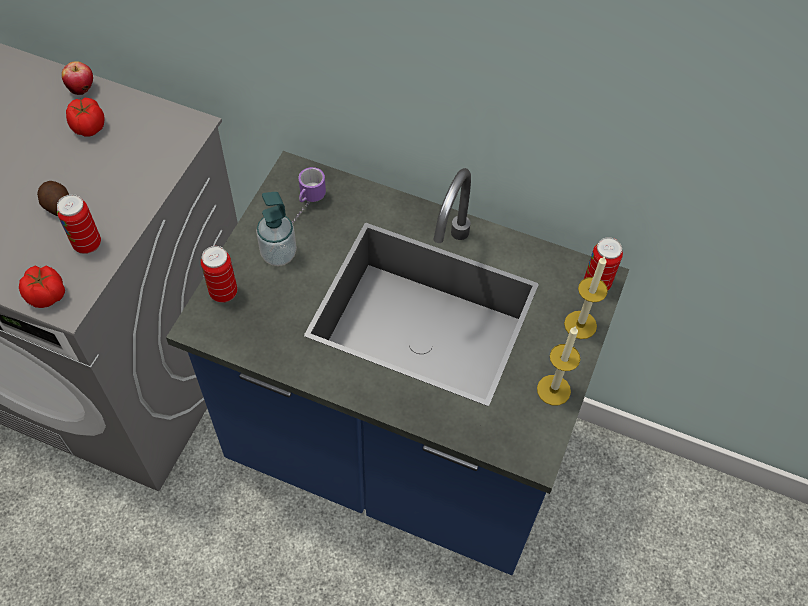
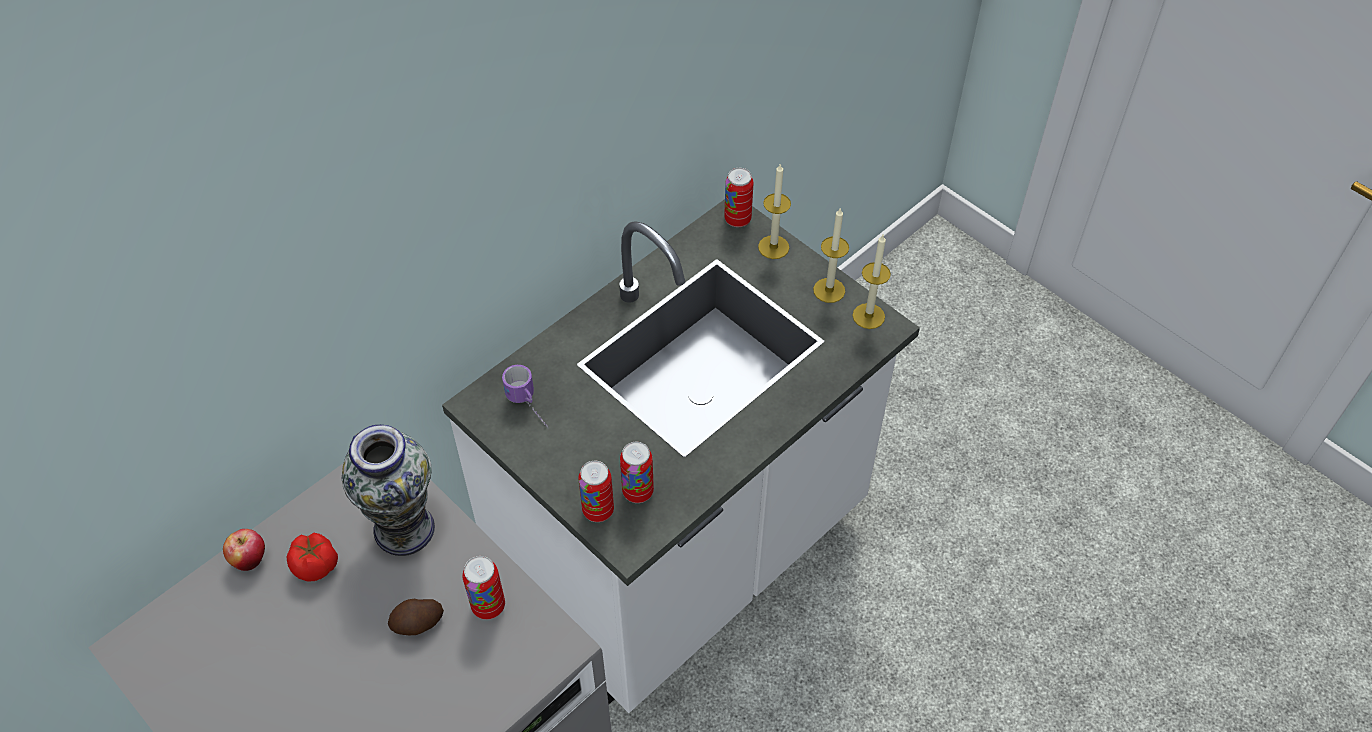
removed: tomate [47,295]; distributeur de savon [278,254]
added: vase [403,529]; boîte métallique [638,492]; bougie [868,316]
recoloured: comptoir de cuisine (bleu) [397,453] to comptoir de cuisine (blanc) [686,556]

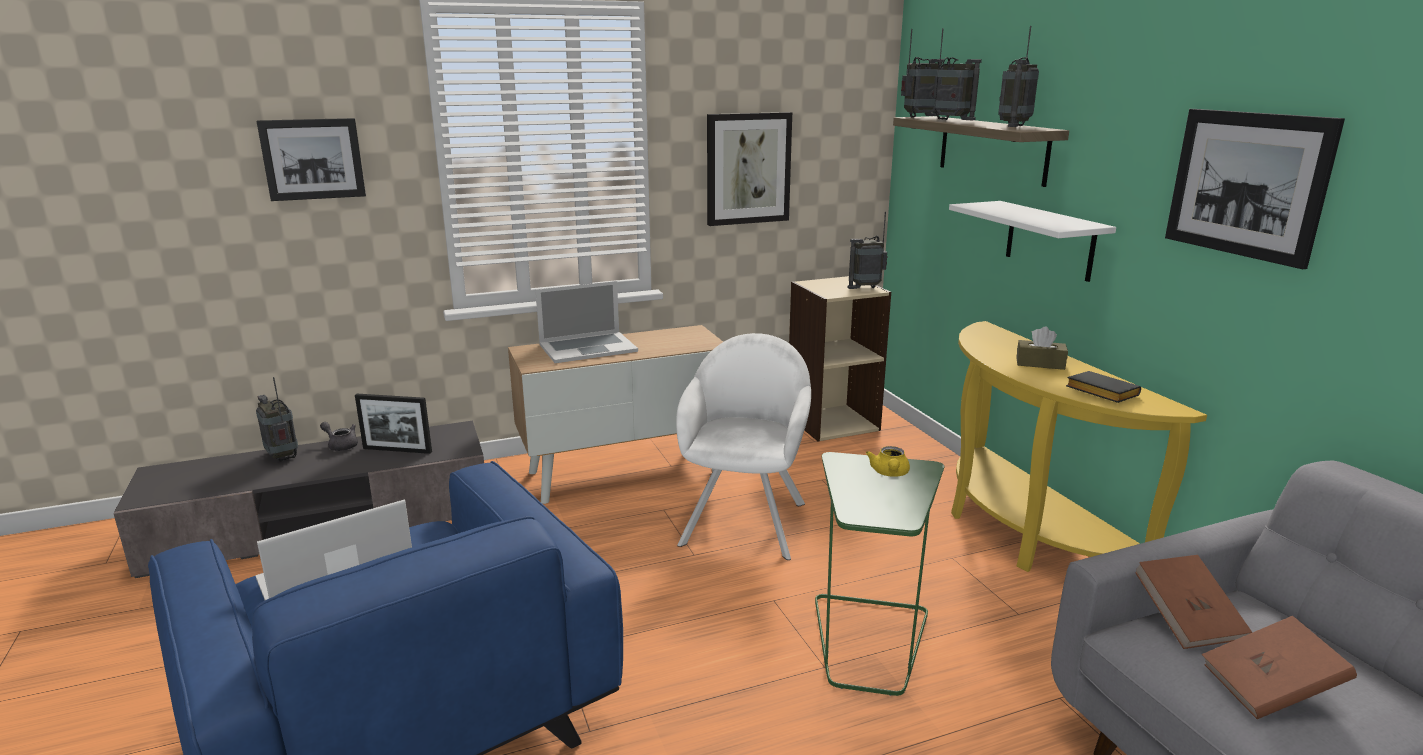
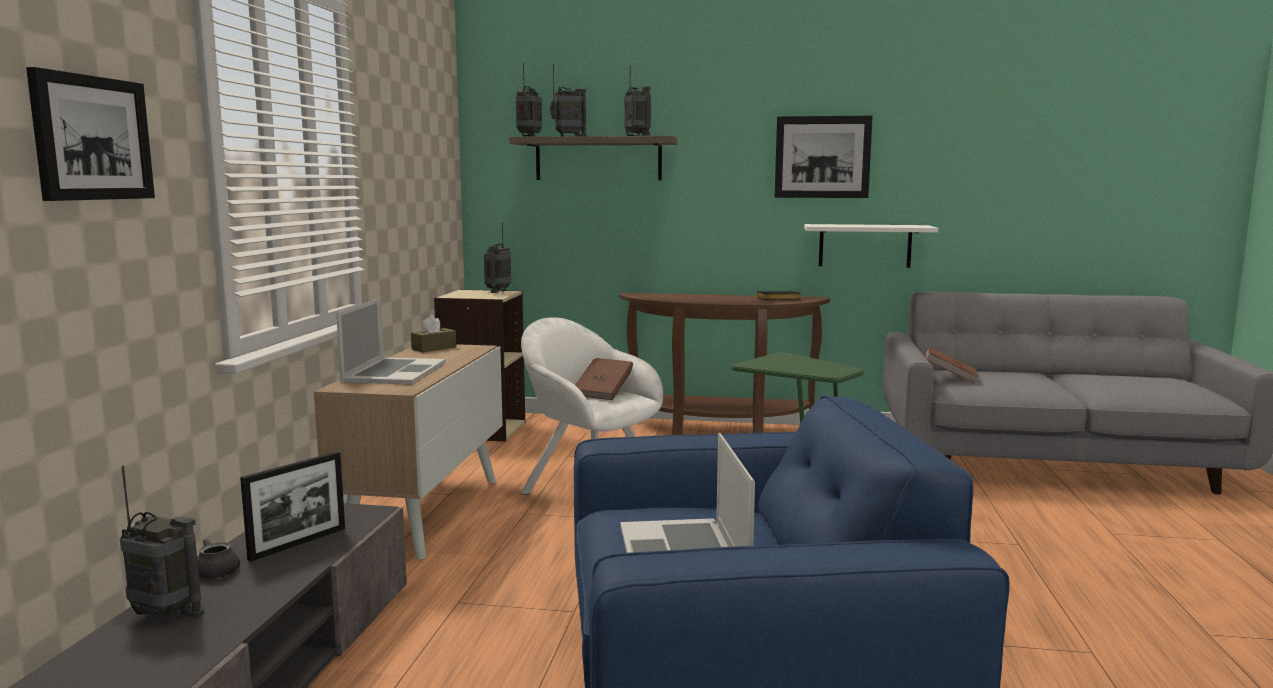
removed: tableau [748,168]; théière (jaune) [889,473]
moved: étagère (blanc) [1049,240] to [865,245]; boîte à mouchoirs (marron) [1040,363] to [434,348]; livre (marron) [1269,689] to [604,393]
recoloured: table console (jaune) [1022,532] to table console (marron) [718,431]
turned: radio [283,457] = [165,614] 150 degrees counterclockwise

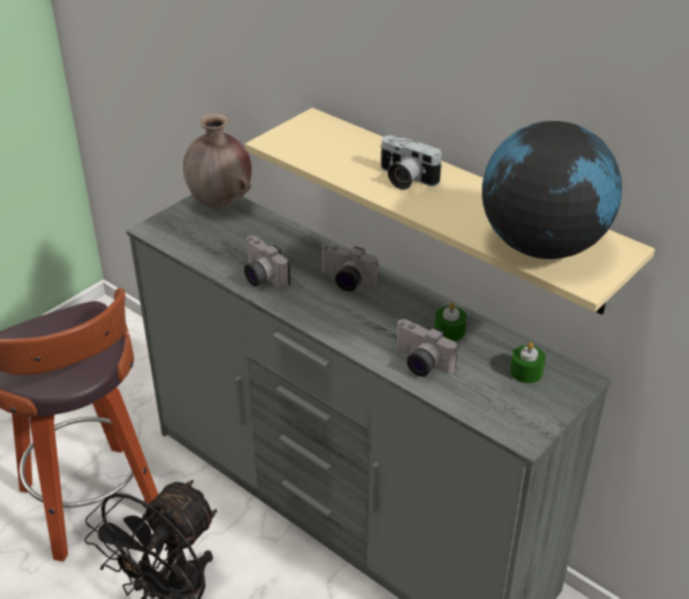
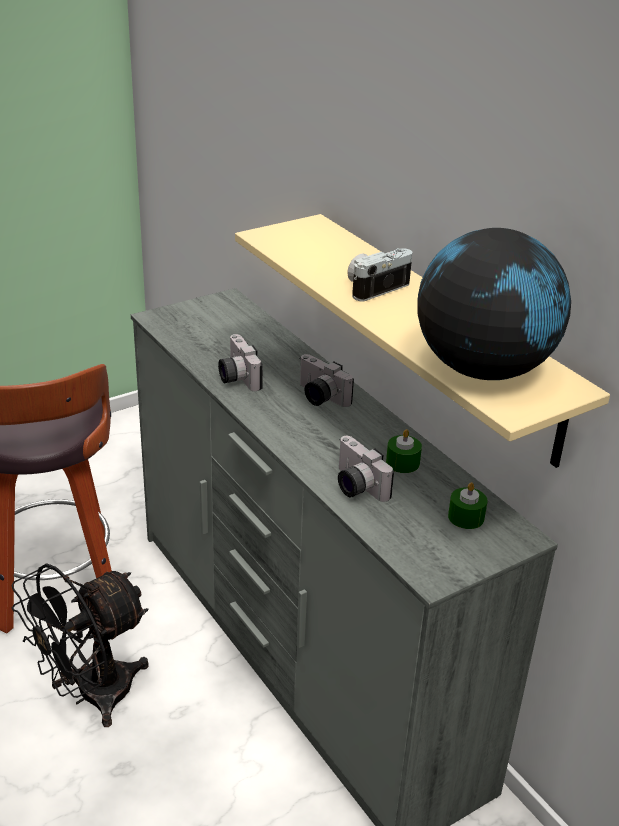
removed: vase (marron) [221,204]
turned: appareil photo [405,179] = [375,287] 90 degrees clockwise

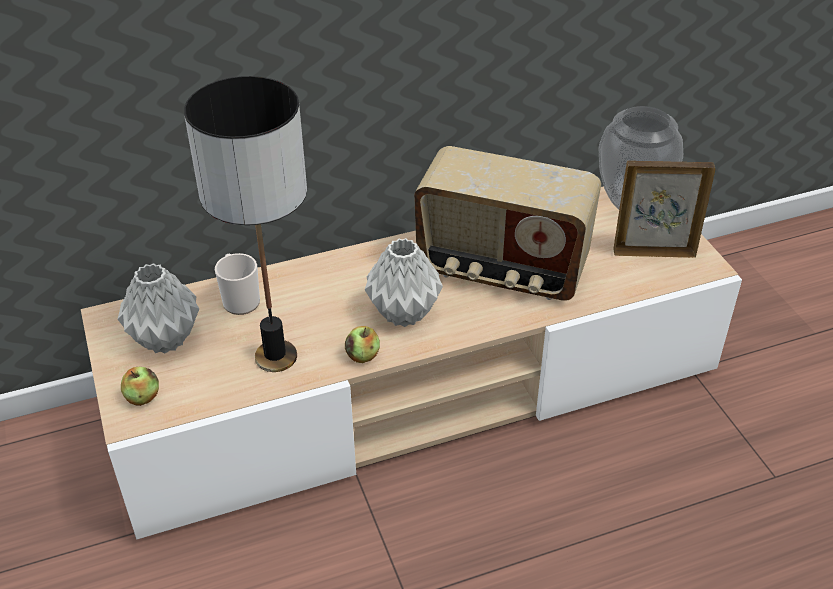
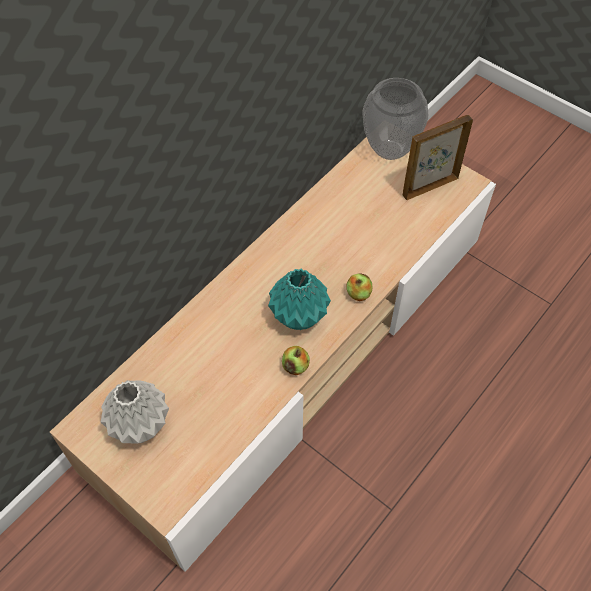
removed: lampe de table [276,356]; mug [240,299]; radio [502,270]
moved: pomme [142,397] to [358,294]
recoloured: vase (gris) [402,313] to vase (turquoise) [297,316]

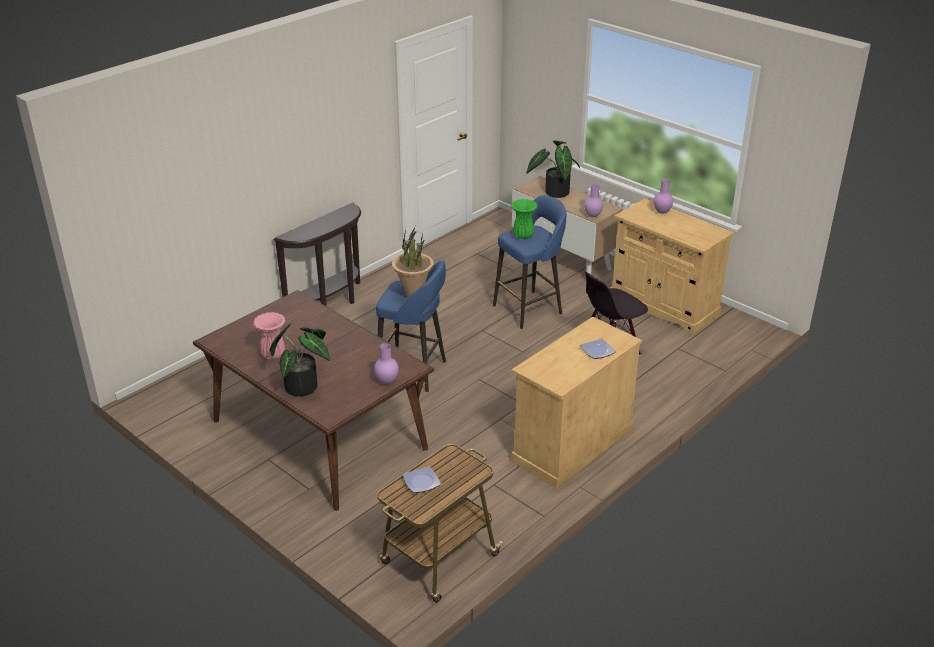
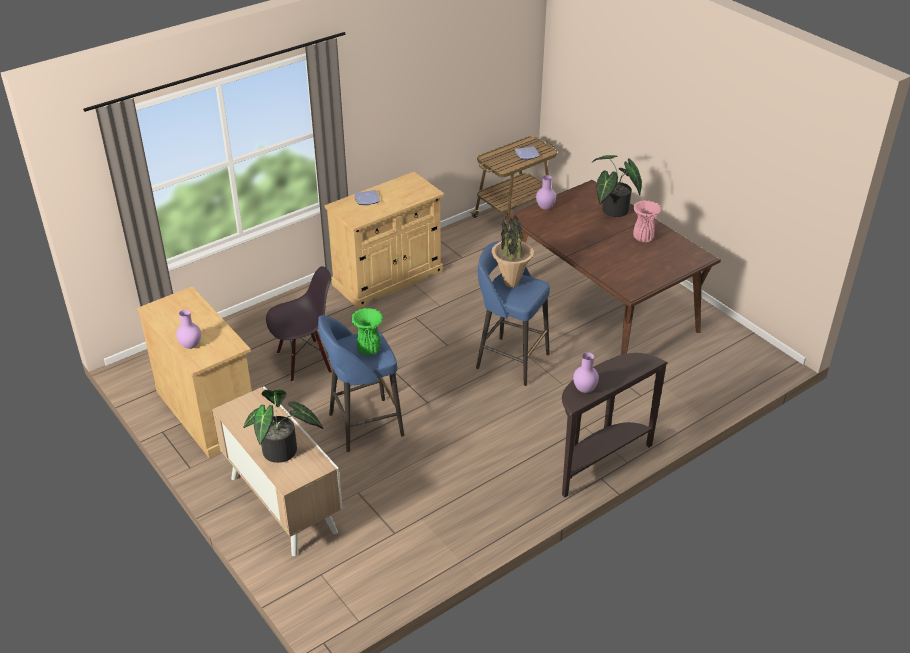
moved: vase (violet) [593,216] to [584,389]

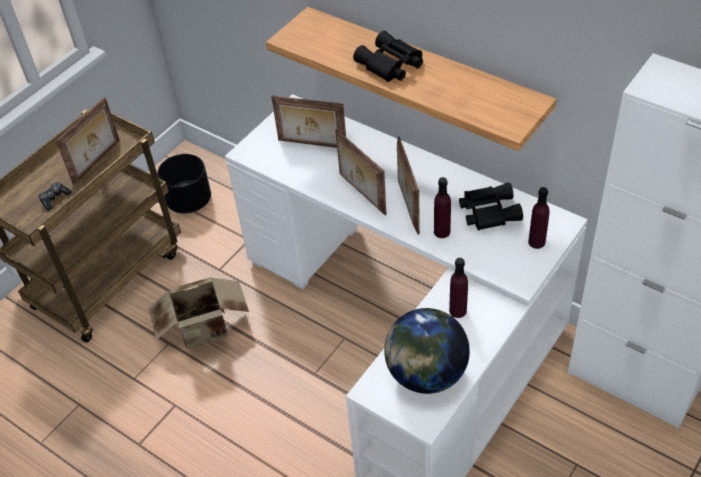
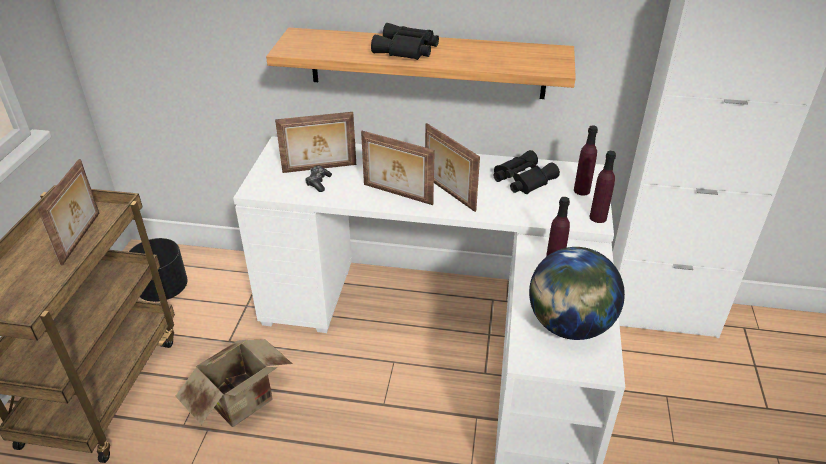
moved: manette [55,199] to [318,182]; bouteille (violet) [442,232] to [598,217]

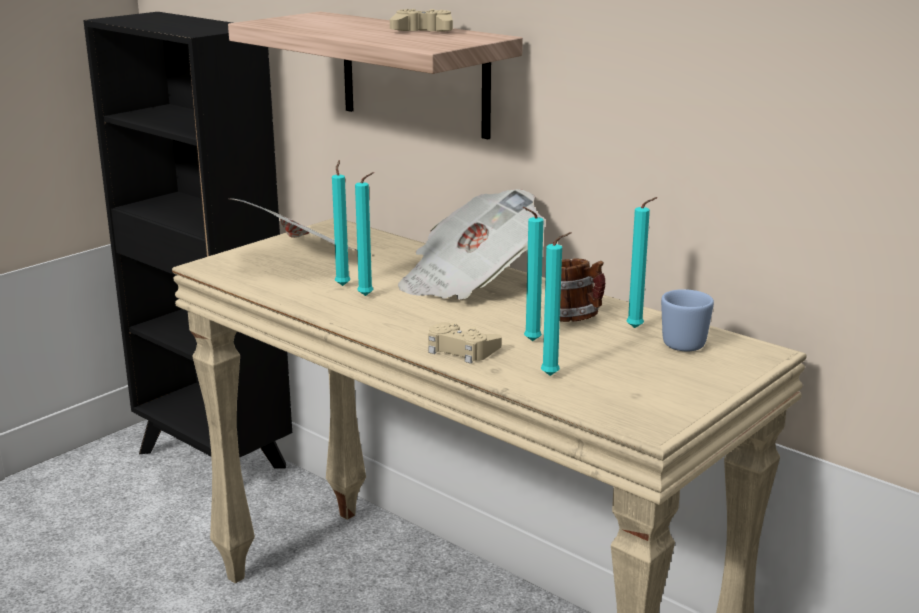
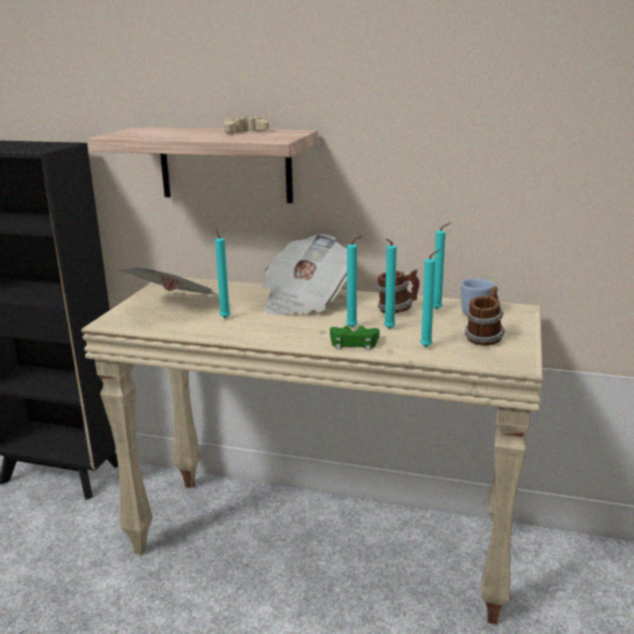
added: mug [484,338]
moved: bougie (turquoise) [367,296] to [353,327]
recoloured: manette (beige) [461,350] to manette (vert) [354,343]

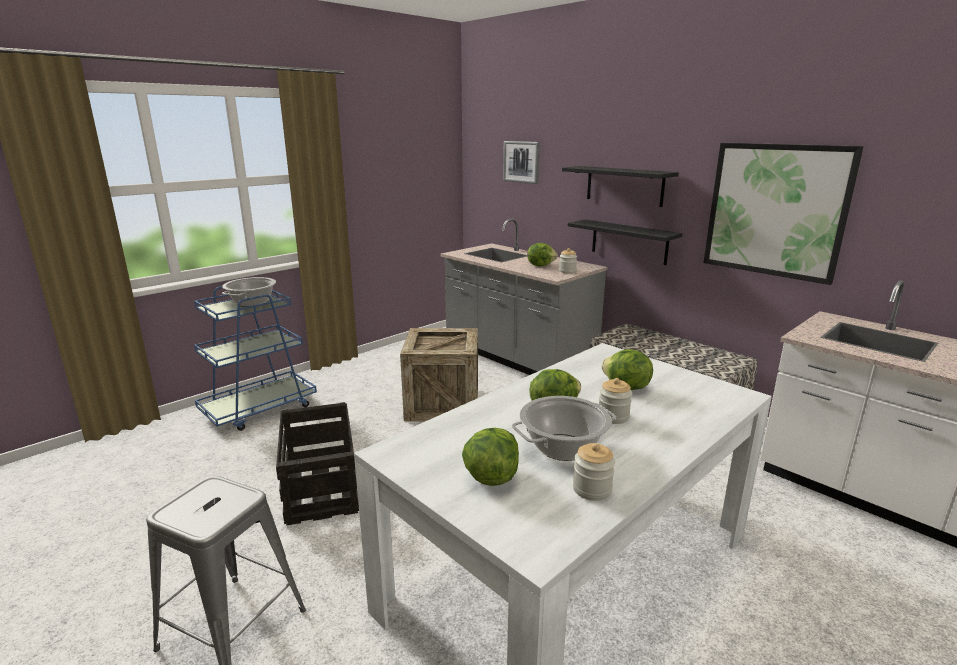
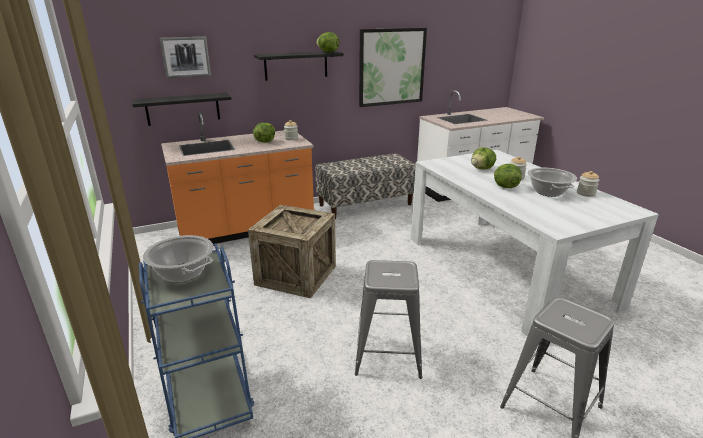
moved: laitue [491,477] to [328,52]; étagère (noir) [629,242] to [183,109]
replaced: caisse [320,484] to tabouret (gris) [388,353]
recoloured: comptoir de cuisine (gris) [517,358] to comptoir de cuisine (orange) [246,229]

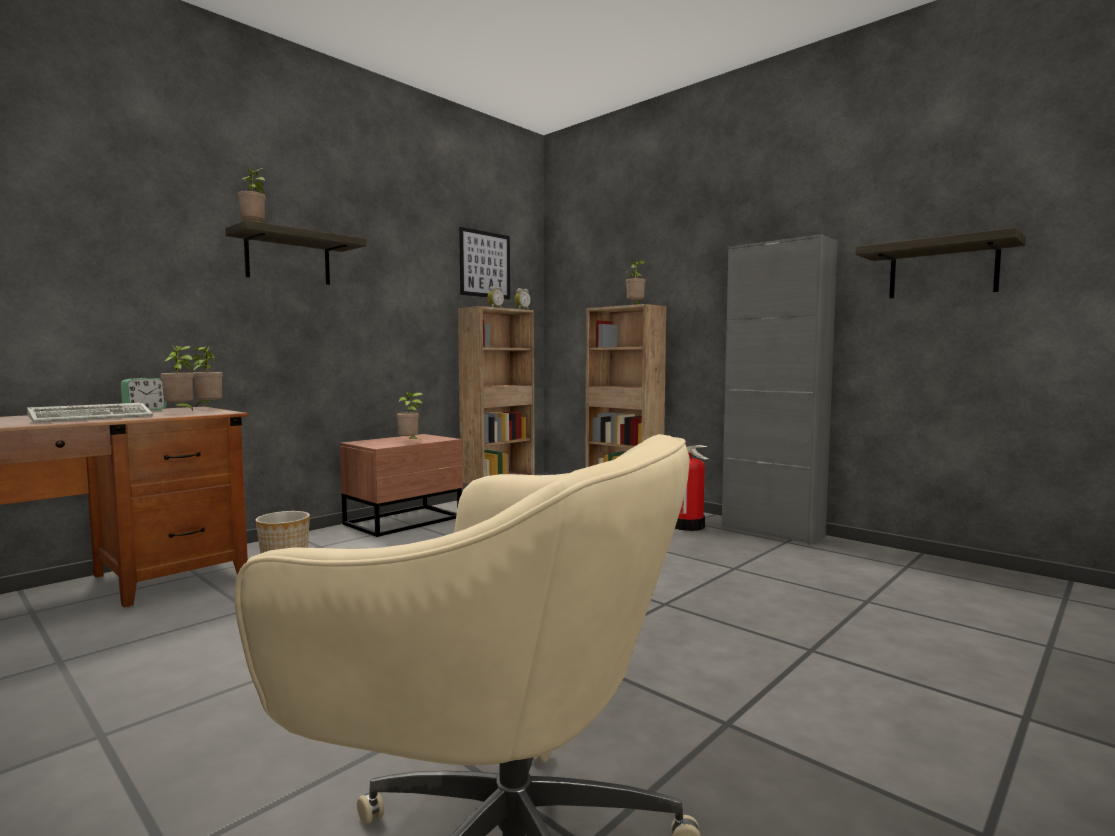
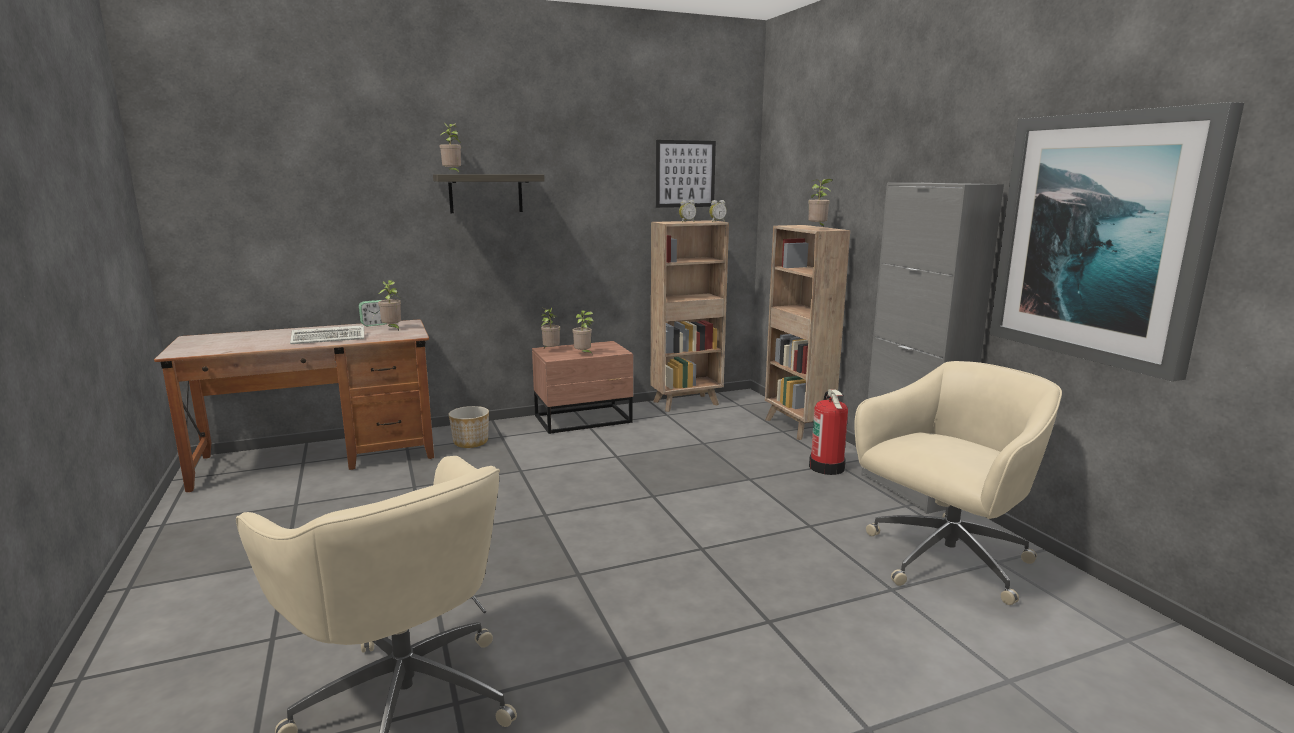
added: chaise de bureau (beige) [944,561]
moved: plante en pot [208,407] to [550,351]
replaced: étagère [942,270] to tableau [1101,238]

